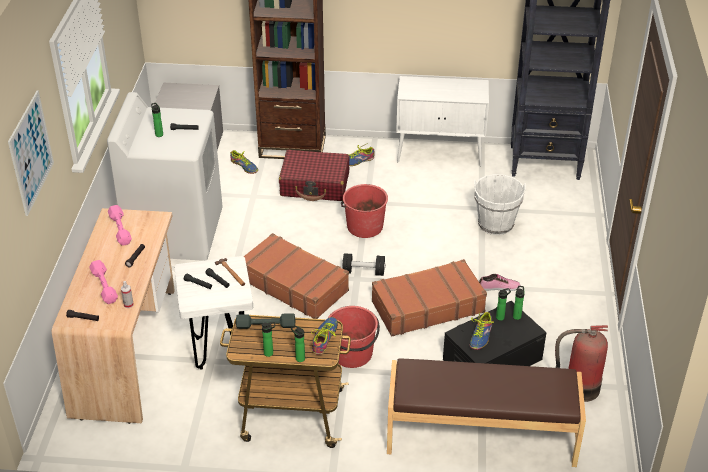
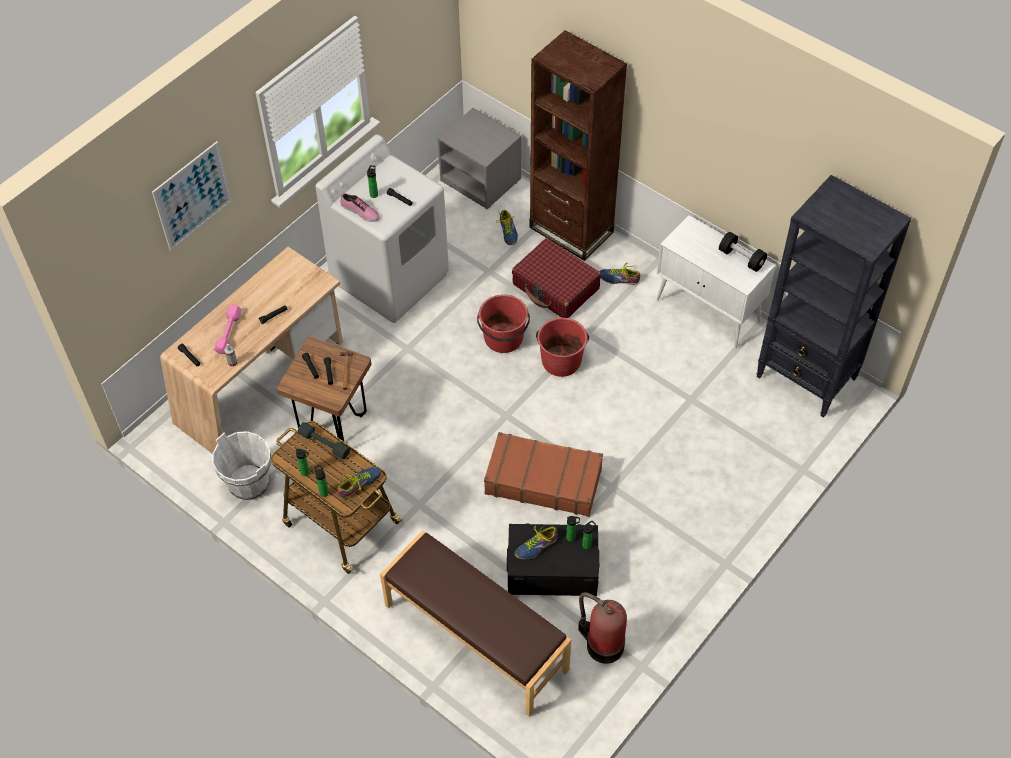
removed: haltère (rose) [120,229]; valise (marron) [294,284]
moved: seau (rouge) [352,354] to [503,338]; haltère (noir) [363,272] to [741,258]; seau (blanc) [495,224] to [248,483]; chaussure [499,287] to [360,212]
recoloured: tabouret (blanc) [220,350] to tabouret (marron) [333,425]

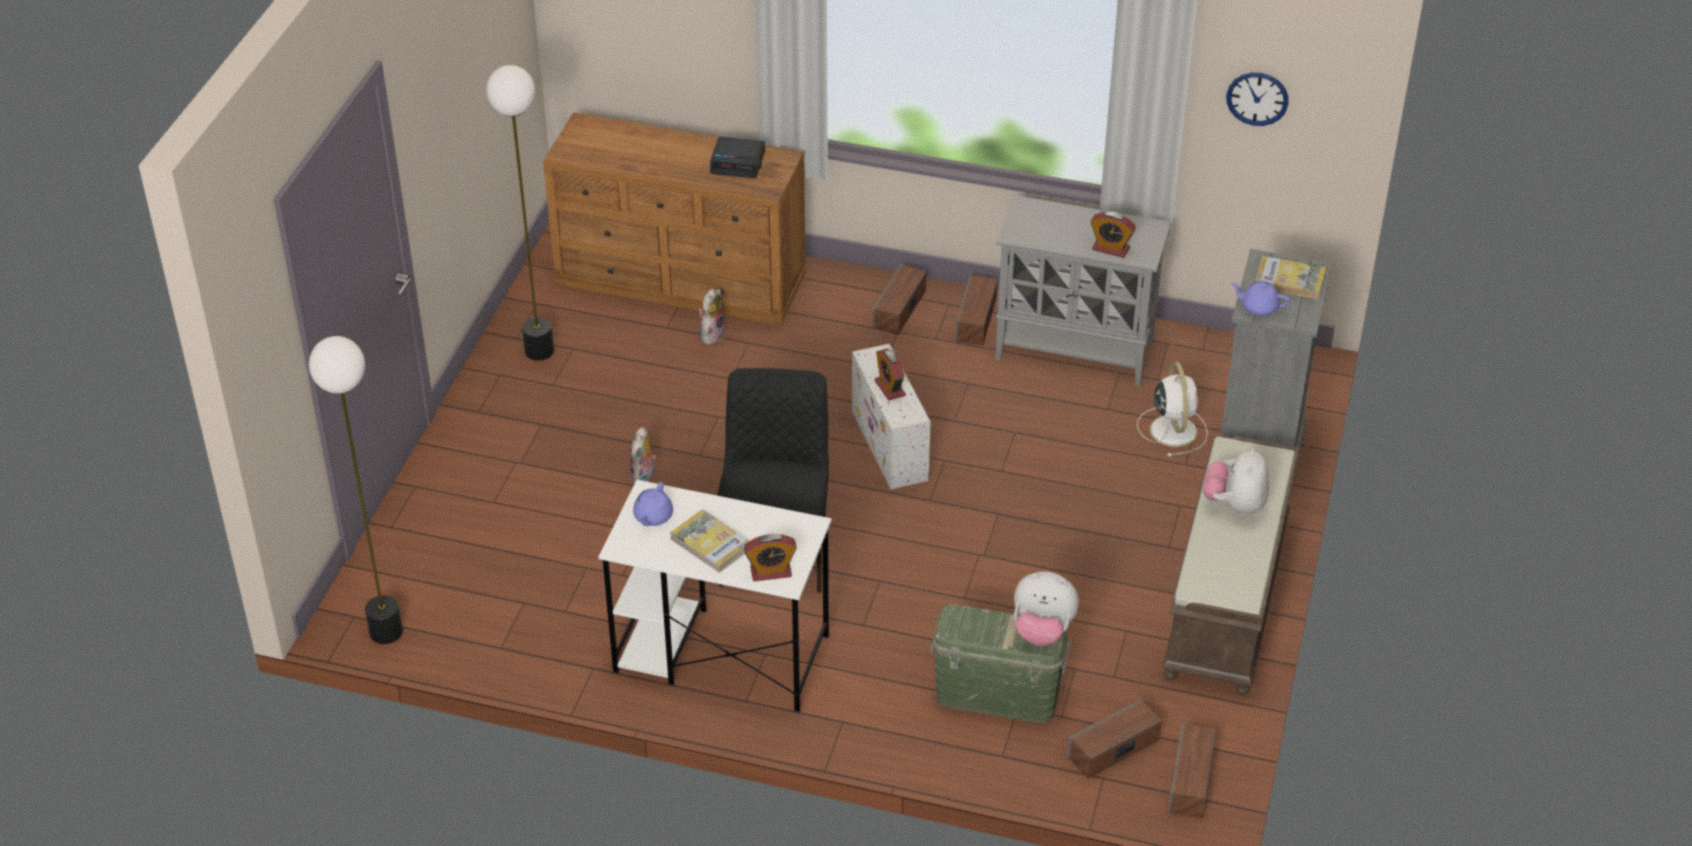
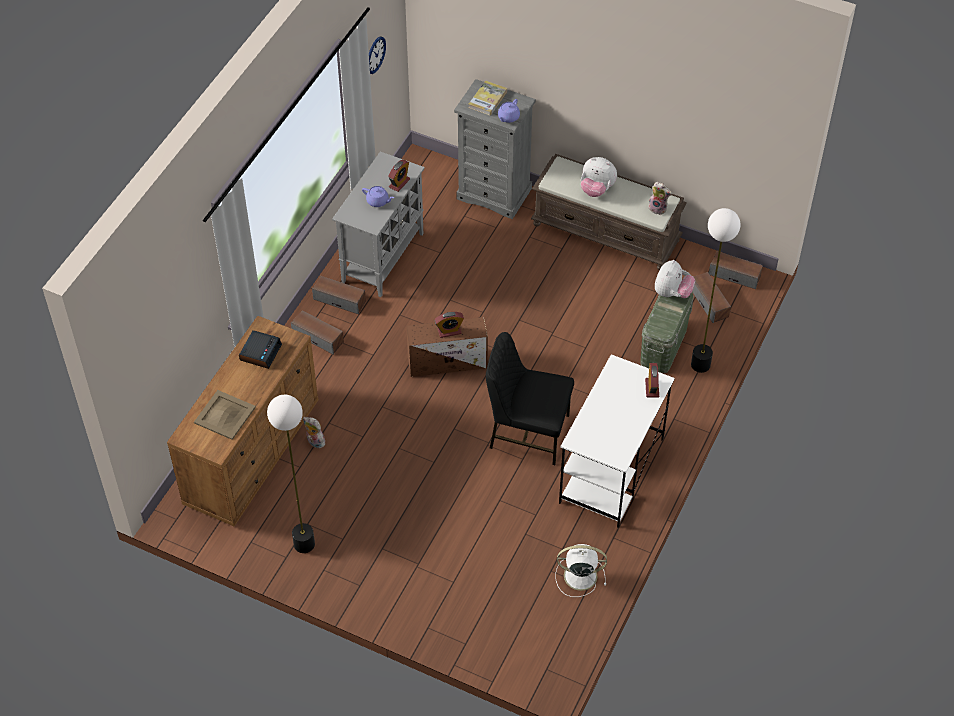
removed: livre [710,544]
added: plateau (beige) [225,415]
moved: lampadaire [385,632] to [701,365]; peluche [644,477] to [658,208]; théière (violet) [653,517] to [378,201]; ventilateur (blanc) [1172,429] to [578,576]
recoloured: boîte de rangement (blanc) [890,446] to boîte de rangement (marron) [448,362]

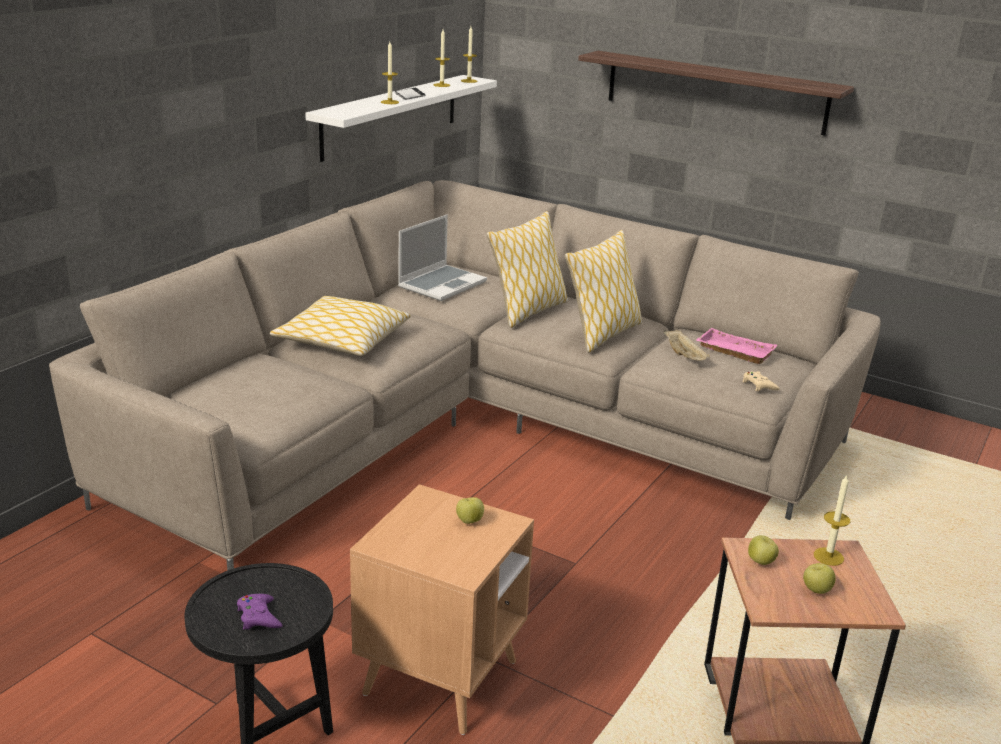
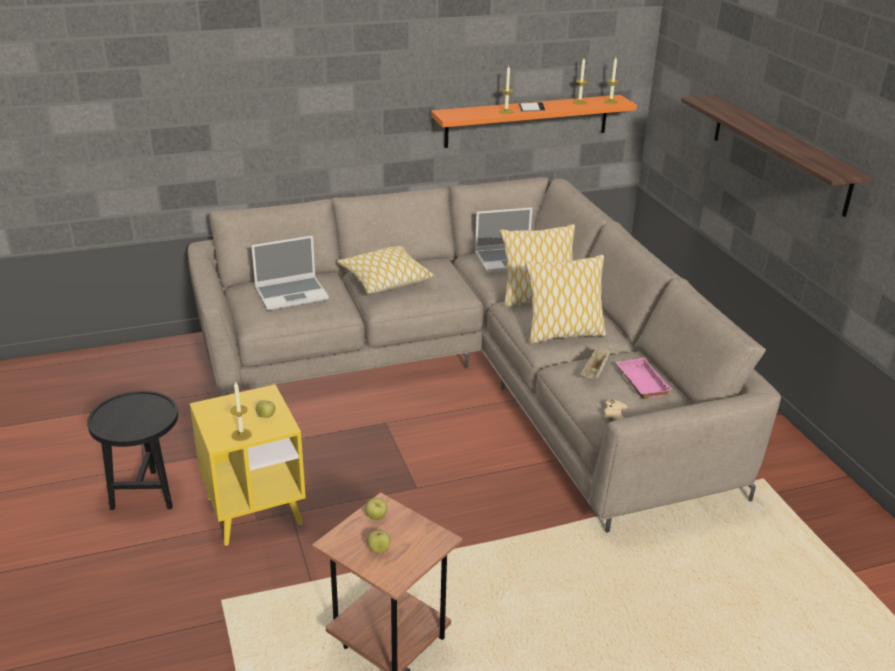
removed: manette (violet) [259,617]
added: ordinateur portable [292,294]
moved: bougie [828,556] to [241,435]
recoloured: étagère (blanc) [391,116] to étagère (orange) [527,121]; table d'appoint (marron) [440,677] to table d'appoint (jaune) [254,511]

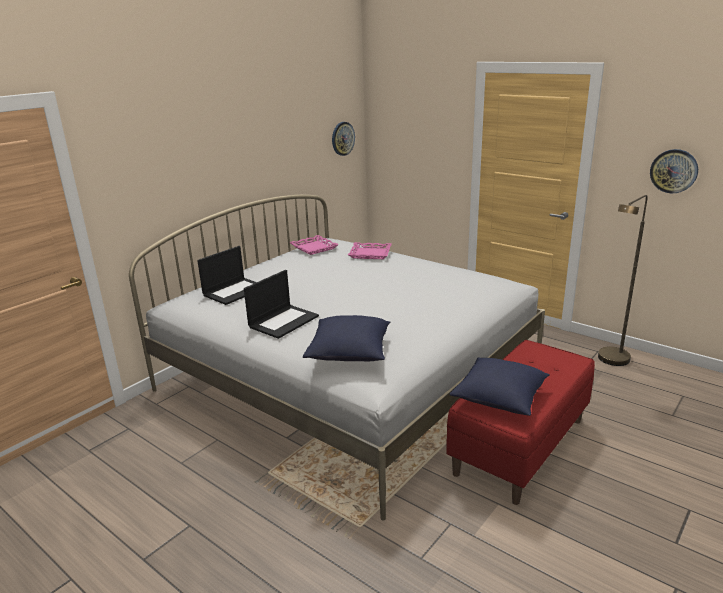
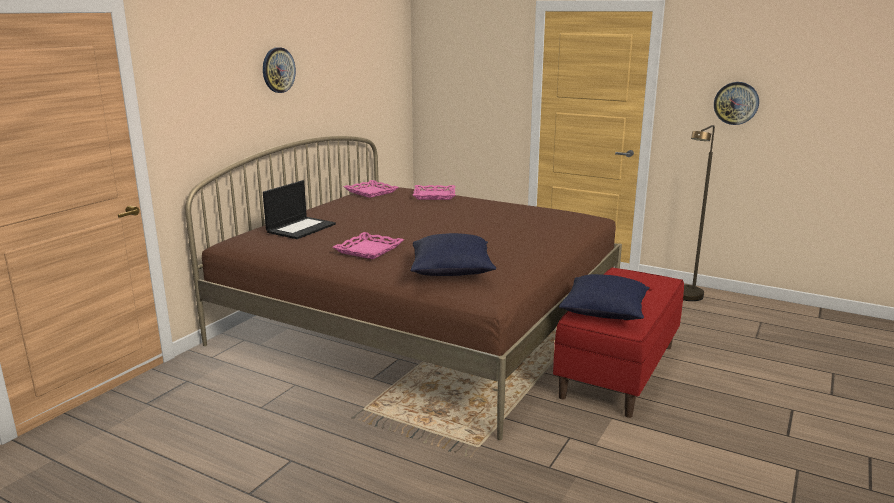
moved: horloge murale [342,138] to [278,70]
replaced: ordinateur portable [283,321] to plateau (rose) [368,250]
recoloured: lit (blanc) [349,376] to lit (marron) [422,322]

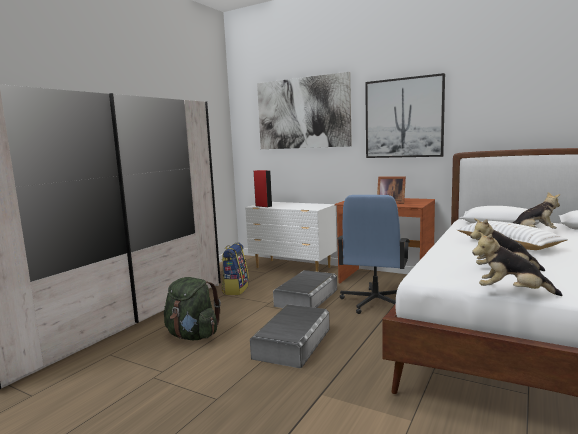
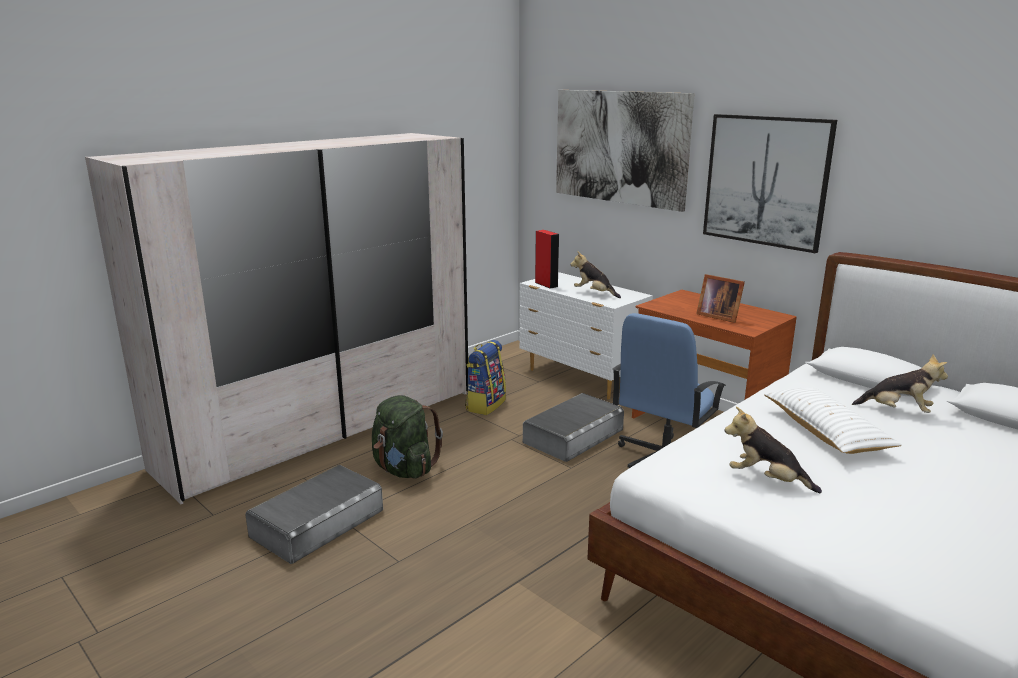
moved: boîte de rangement (gris) [292,343] to [317,522]; peluche [512,292] to [594,293]

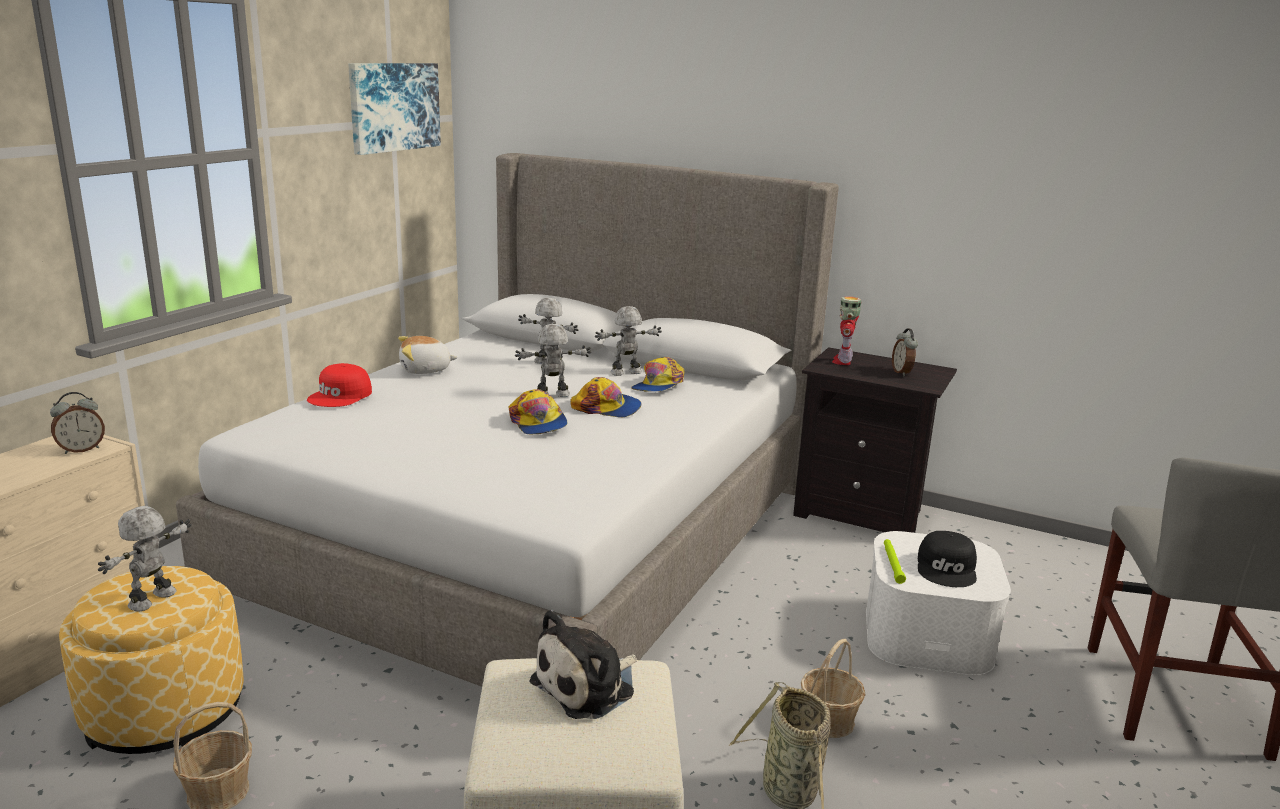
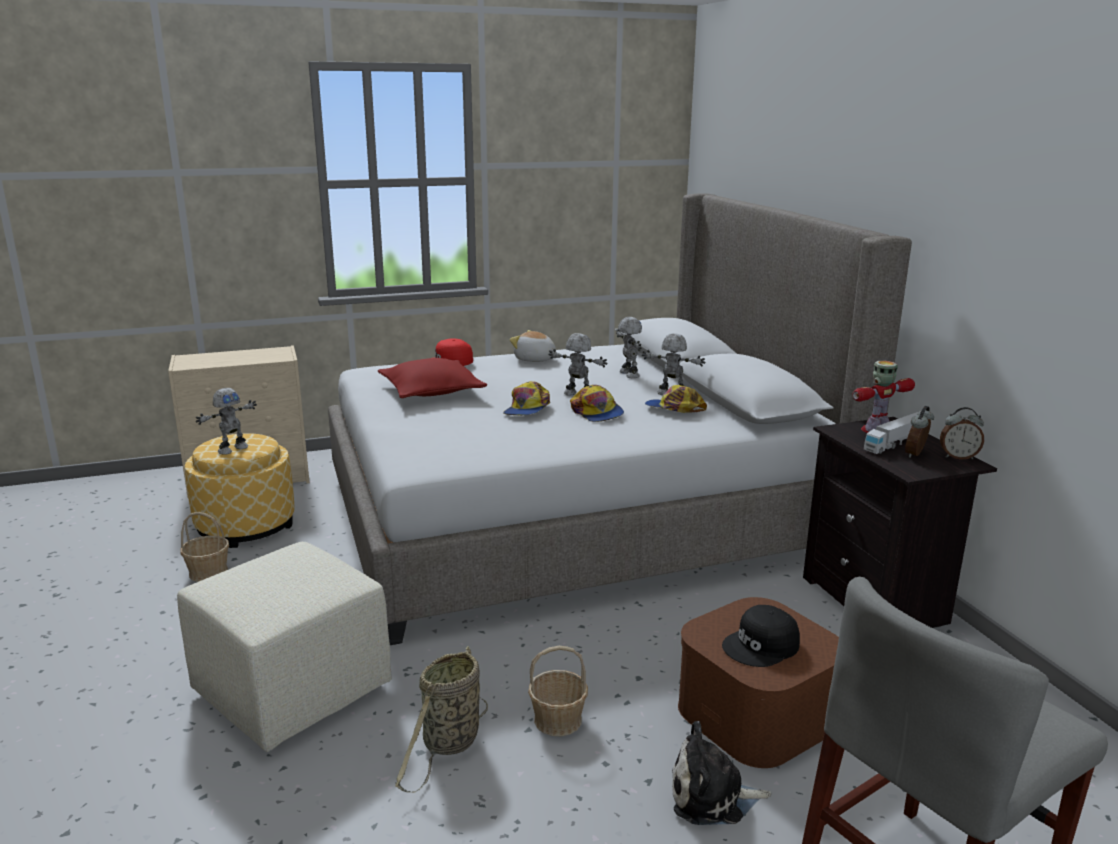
removed: tableau [393,106]; lampe de poche (vert) [892,563]
added: coussin (rouge) [431,391]; camion jouet [896,443]
moved: réveil [81,449] to [958,457]; peluche [588,686] to [712,796]
recoloured: boîte de rangement (blanc) [928,634] to boîte de rangement (marron) [756,713]
turned: robot jouet [154,600] = [232,449] 150 degrees clockwise; casquette [658,386] = [674,409] 45 degrees clockwise

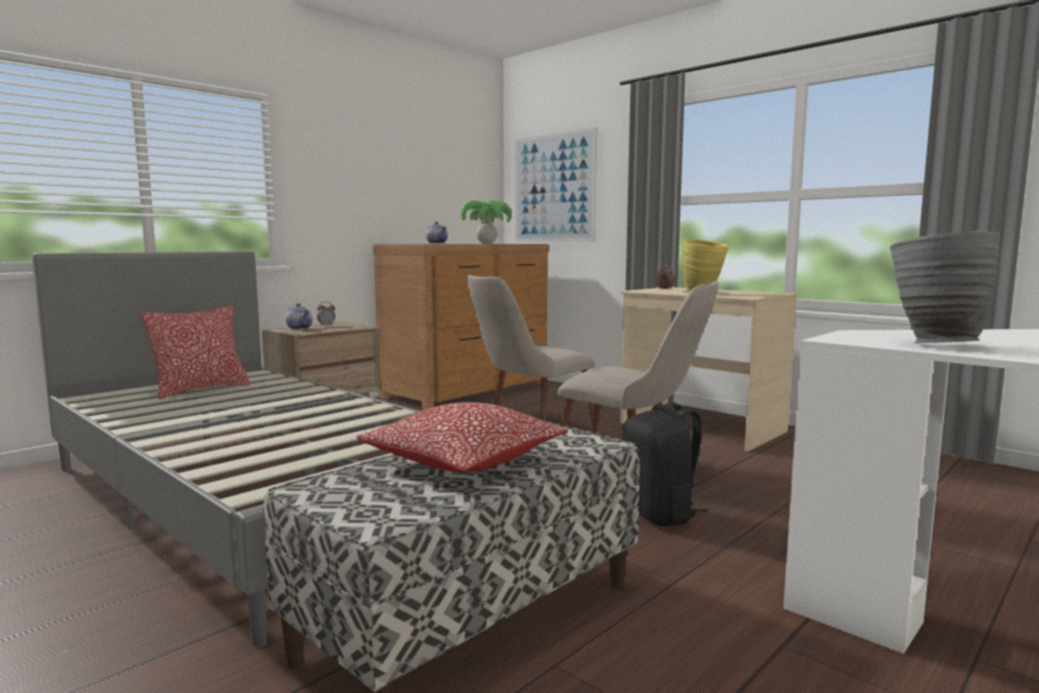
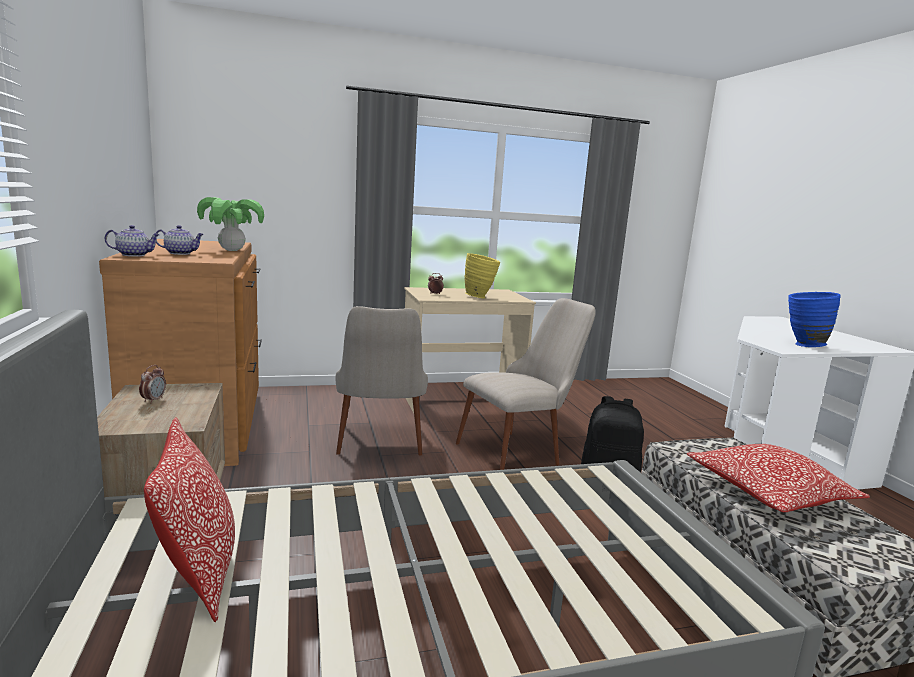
removed: tableau [553,188]
moved: théière [300,328] to [134,255]
recoloured: vase (gris) [932,344] to vase (bleu) [803,345]

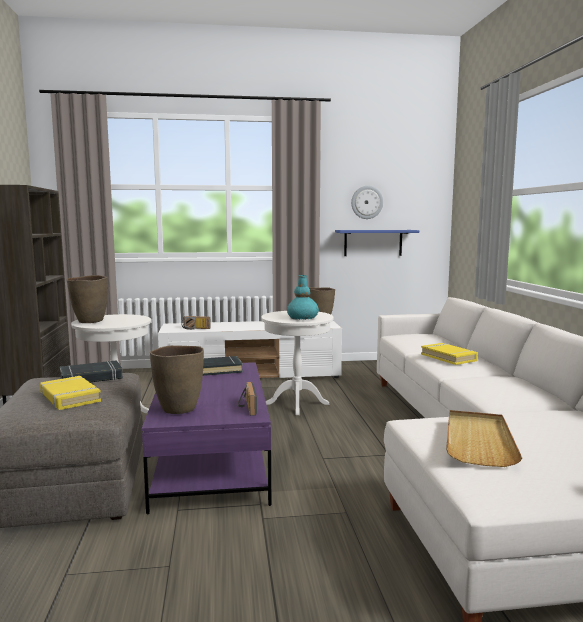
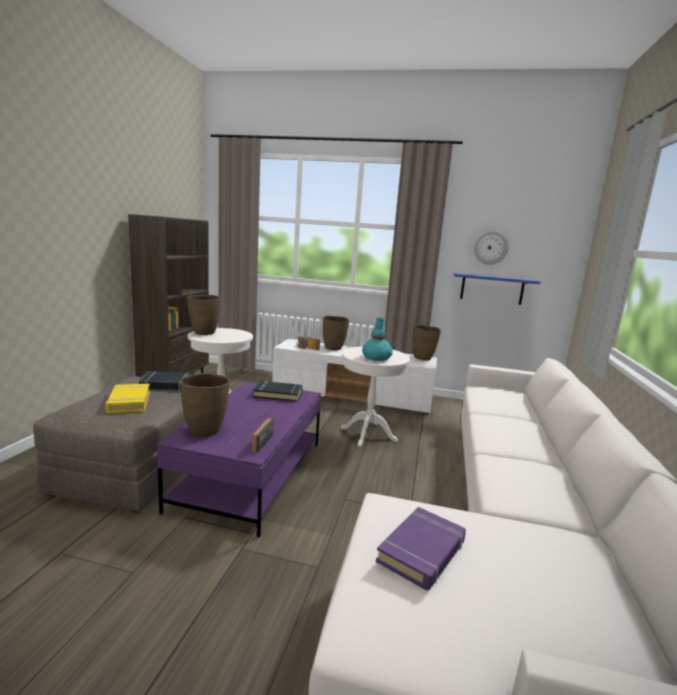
removed: livre (jaune) [449,357]
added: vase (marron) [334,348]
replaced: plateau (beige) [478,440] to livre (violet) [422,552]

